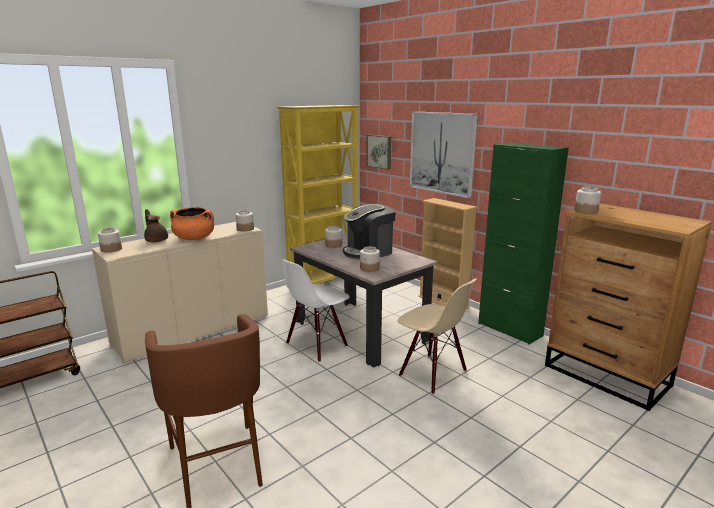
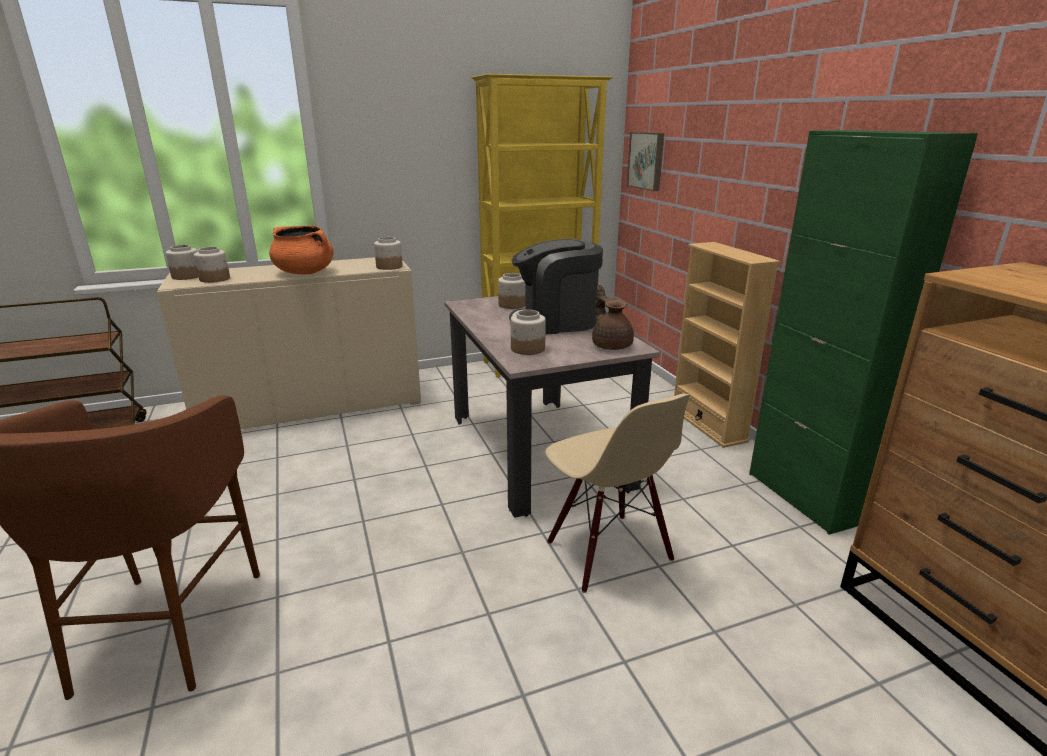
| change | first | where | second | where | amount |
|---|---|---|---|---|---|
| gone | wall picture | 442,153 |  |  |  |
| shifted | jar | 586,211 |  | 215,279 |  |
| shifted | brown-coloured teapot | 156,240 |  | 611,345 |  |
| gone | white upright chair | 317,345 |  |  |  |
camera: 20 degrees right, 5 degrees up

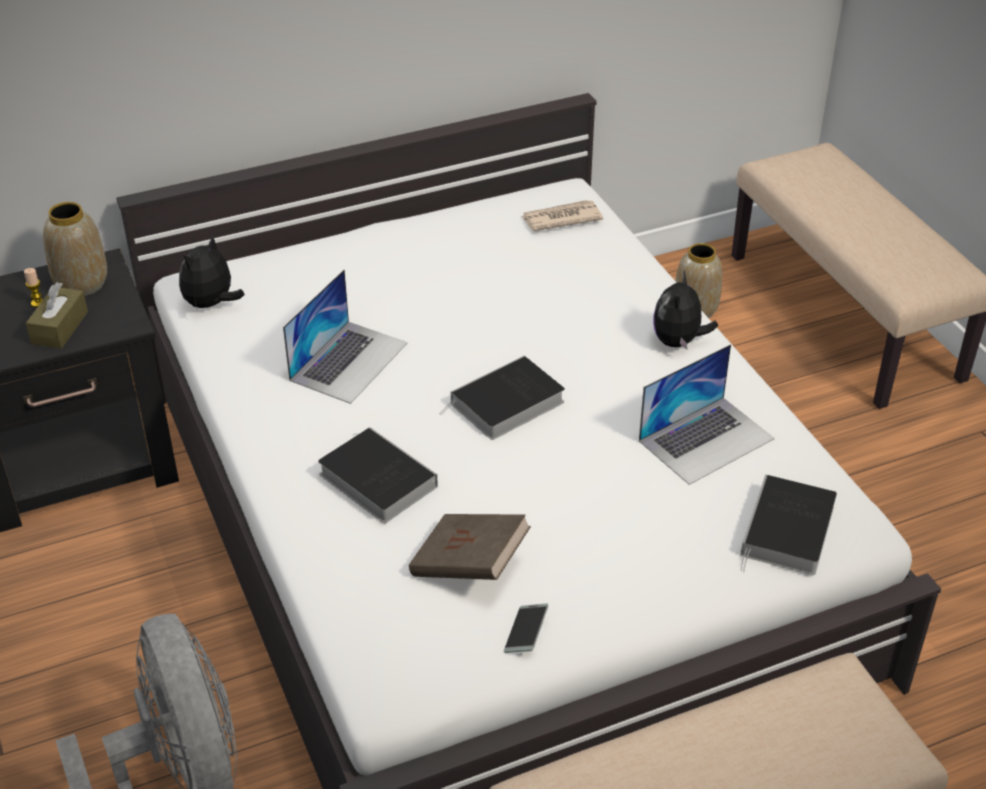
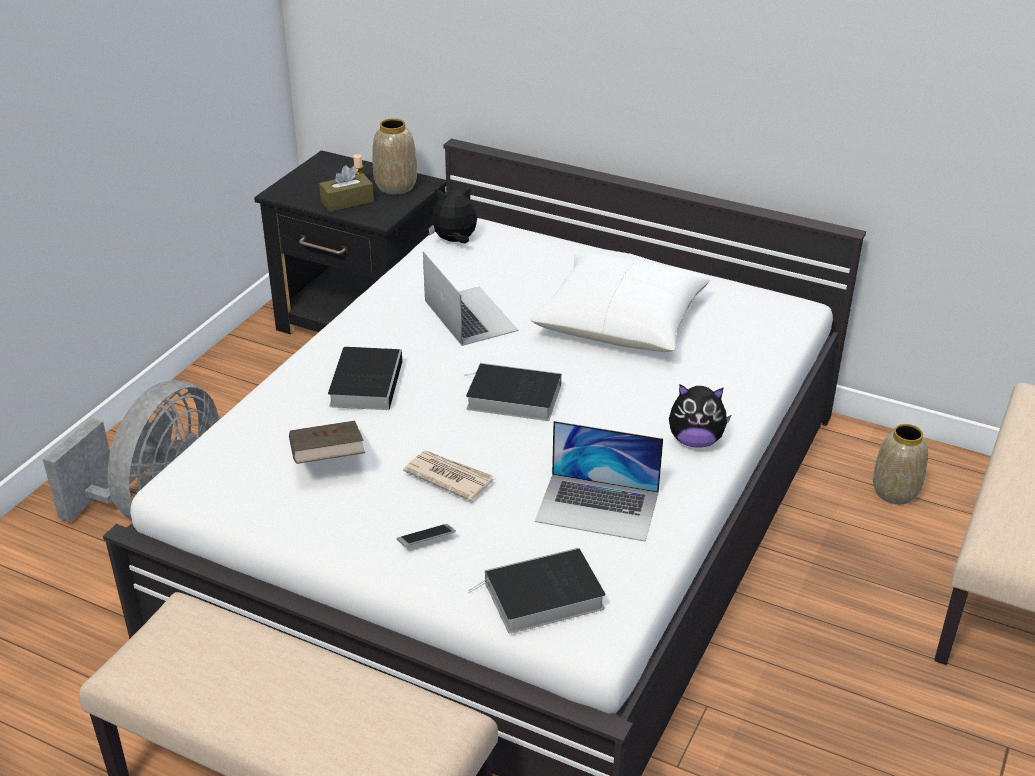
| change | first | where | second | where | amount |
|---|---|---|---|---|---|
| shifted | daily paper | 560,218 |  | 448,477 |  |
| rotated | portable computer | 349,361 |  | 470,315 | 105 degrees counterclockwise |
| rotated | cuddly toy | 678,342 |  | 695,441 | 150 degrees counterclockwise |
| shifted | handset | 526,632 |  | 426,539 |  |
| new |  |  | white pillow | 621,321 |  |
camera: 50 degrees right, 5 degrees down

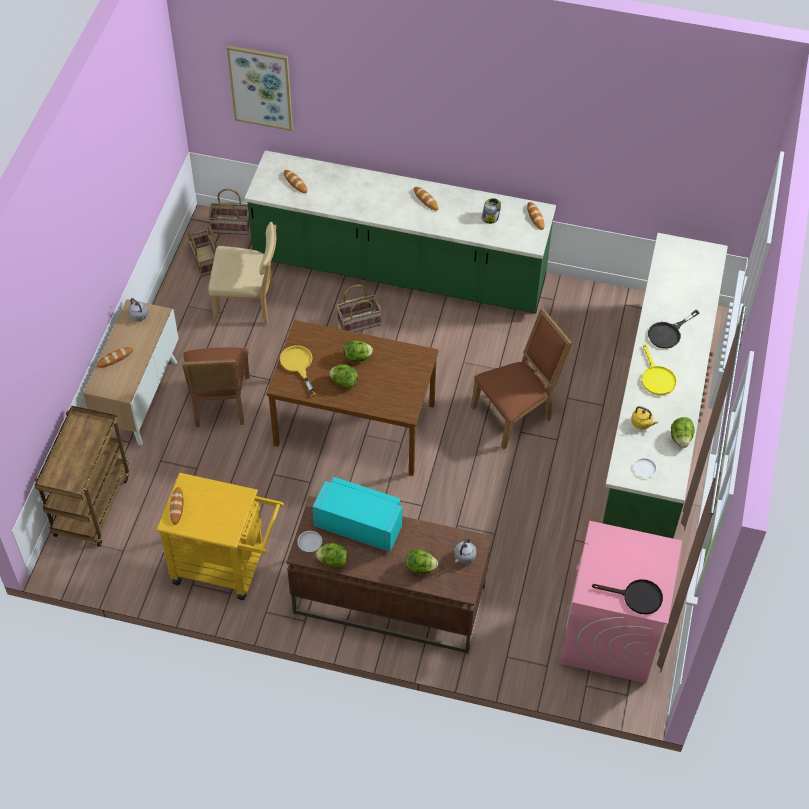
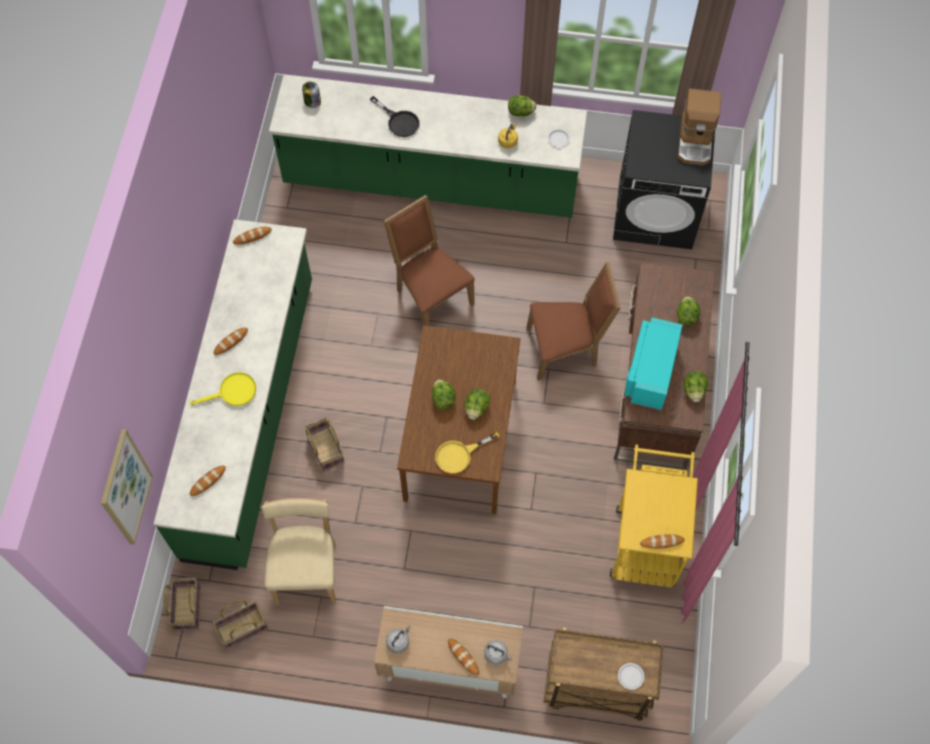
| change | first | where | second | where | amount |
|---|---|---|---|---|---|
| shifted | jar | 490,217 |  | 312,101 |  |
| shifted | yellow-coloured frying pan | 656,378 |  | 233,392 |  |
| shifted | brown-coloured upright chair | 220,405 |  | 566,349 |  |
| repainted | pinkish laundry appliance | 610,634 | black laundry appliance | 656,213 |  |
| shifted | white dinner plate | 309,542 |  | 631,676 |  |
| shifted | greyish water kettle | 464,557 |  | 497,654 |  |
| swapped | black frying pan | 636,597 | coffee machine | 696,141 |  |
camera: 95 degrees left, 10 degrees up

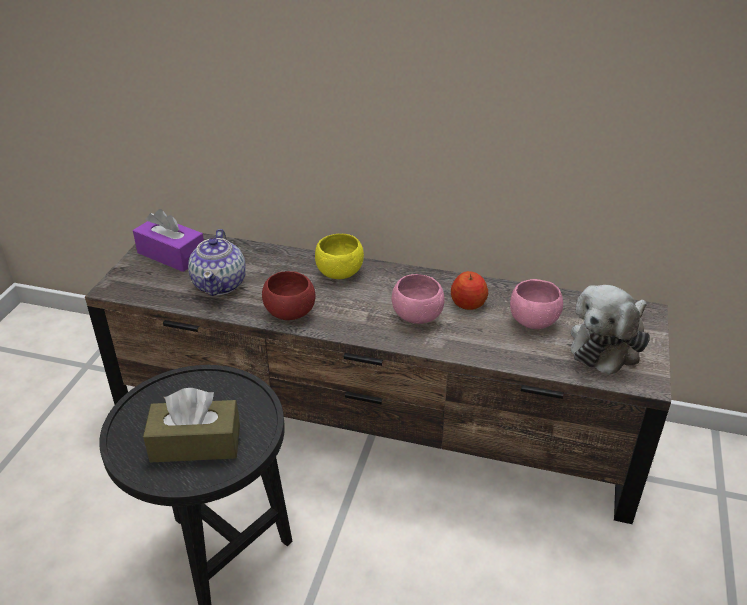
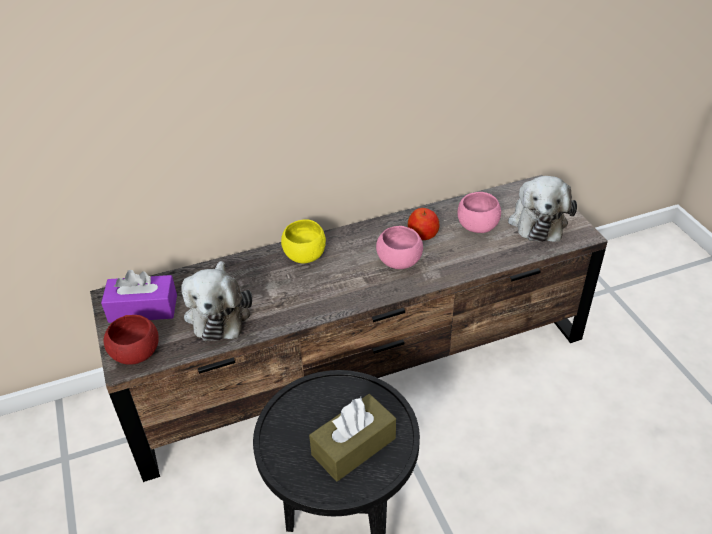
| change | first | where | second | where | amount |
|---|---|---|---|---|---|
| swapped | teapot | 220,284 | cuddly toy | 219,312 |  |
| shifted | reddish bowl | 290,313 |  | 136,354 |  |
camera: 35 degrees left, 5 degrees up

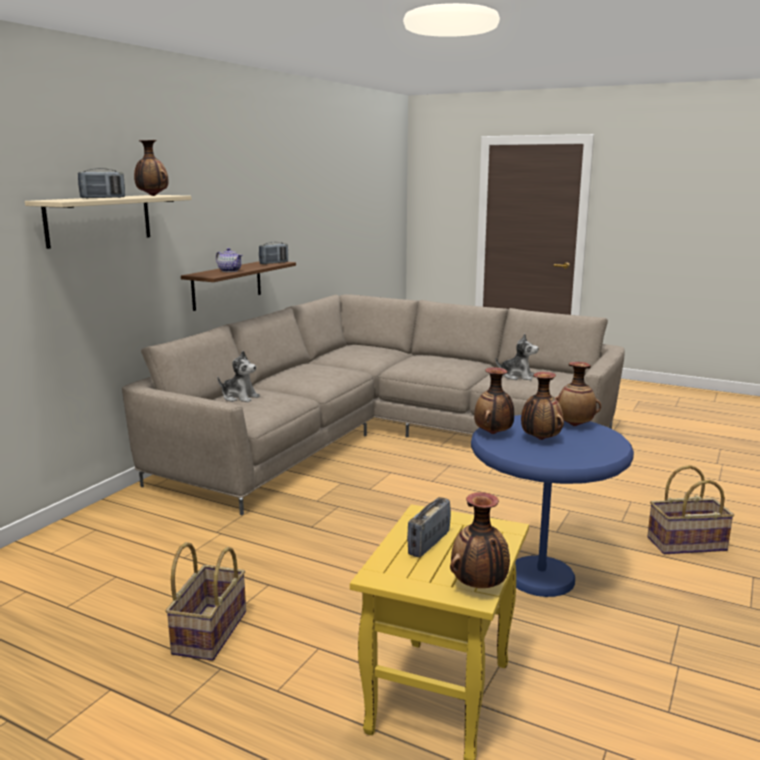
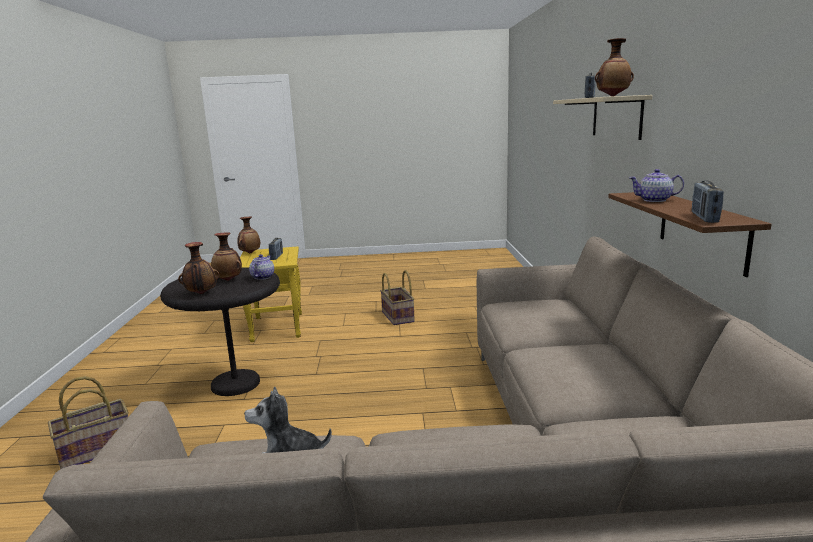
| change | first | where | second | where | amount |
|---|---|---|---|---|---|
| gone | cuddly toy | 239,397 |  |  |  |
| swapped | flower vase | 493,433 | teapot | 262,277 |  |
| repainted | blue-coloured accent table | 541,578 | black accent table | 235,384 |  |
camera: 150 degrees right, 0 degrees up

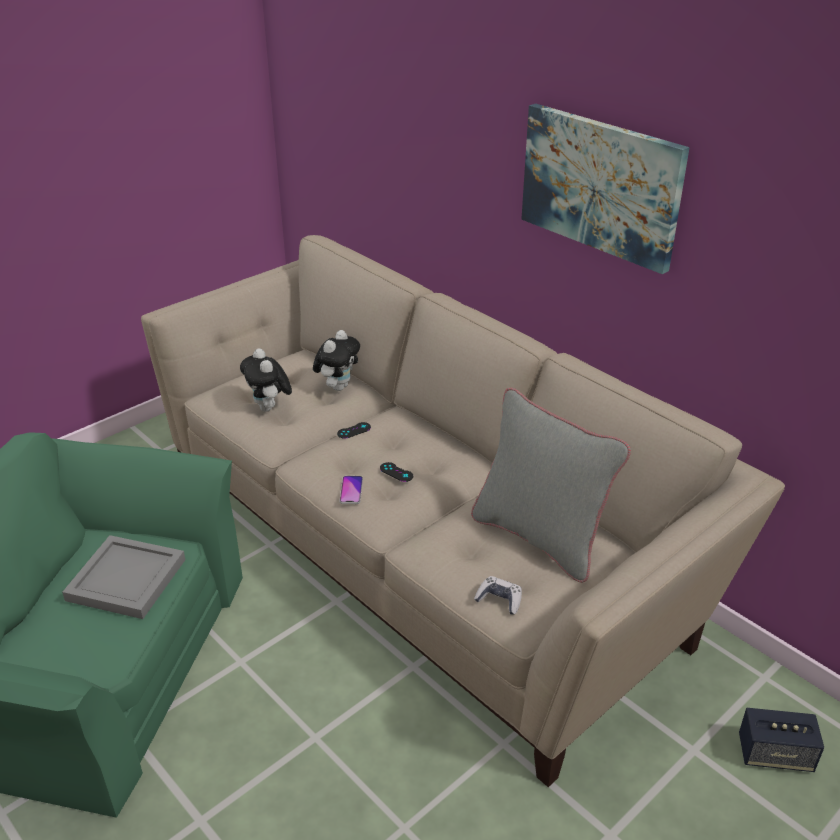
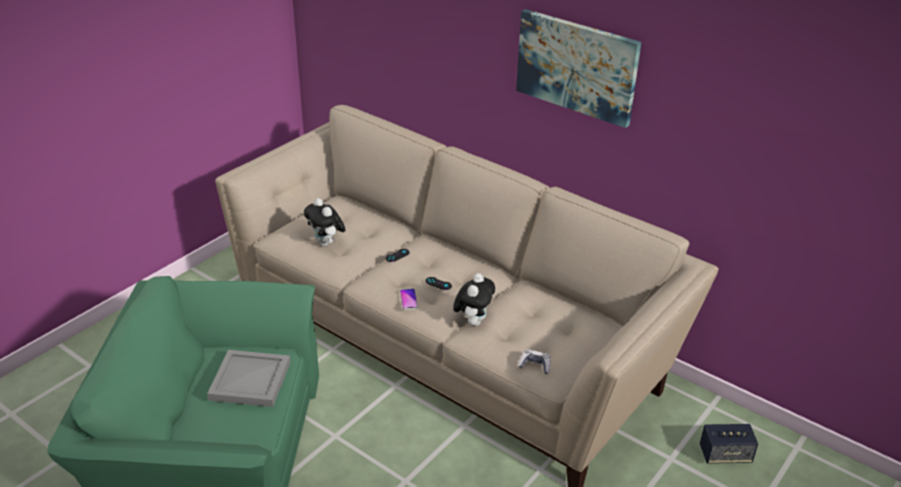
| change | first | where | second | where | amount |
|---|---|---|---|---|---|
| shifted | cuddly toy | 338,386 |  | 473,321 |  |
| gone | greyish pillow | 539,537 |  |  |  |
camera: 10 degrees left, 0 degrees up

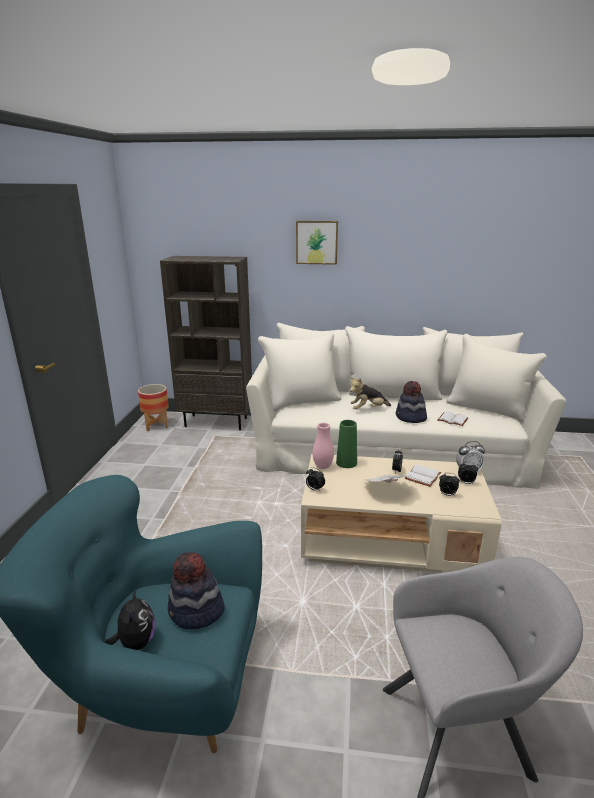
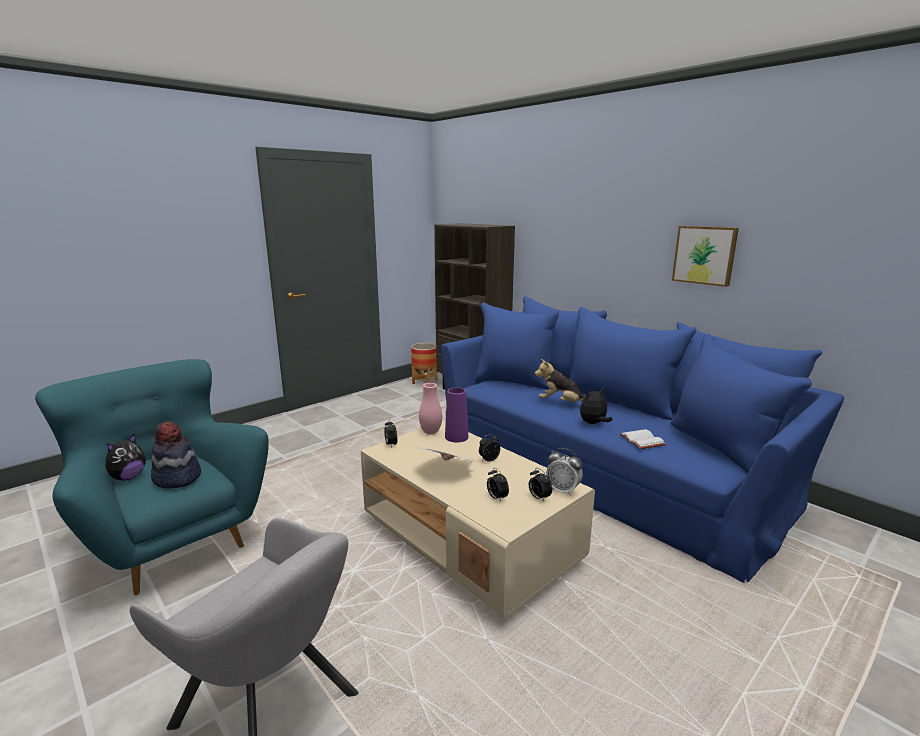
| change | first | where | second | where | amount |
|---|---|---|---|---|---|
| shifted | wall picture | 317,242 |  | 705,255 |  |
| repainted | sand-coloured couch | 390,450 | blue-coloured couch | 603,468 |  |
| swapped | hat | 410,418 | cuddly toy | 593,423 |  |
| repainted | greenish flower vase | 346,462 | purplish flower vase | 456,437 |  |
| gone | white book | 423,477 |  |  |  |
camera: 40 degrees right, 5 degrees down

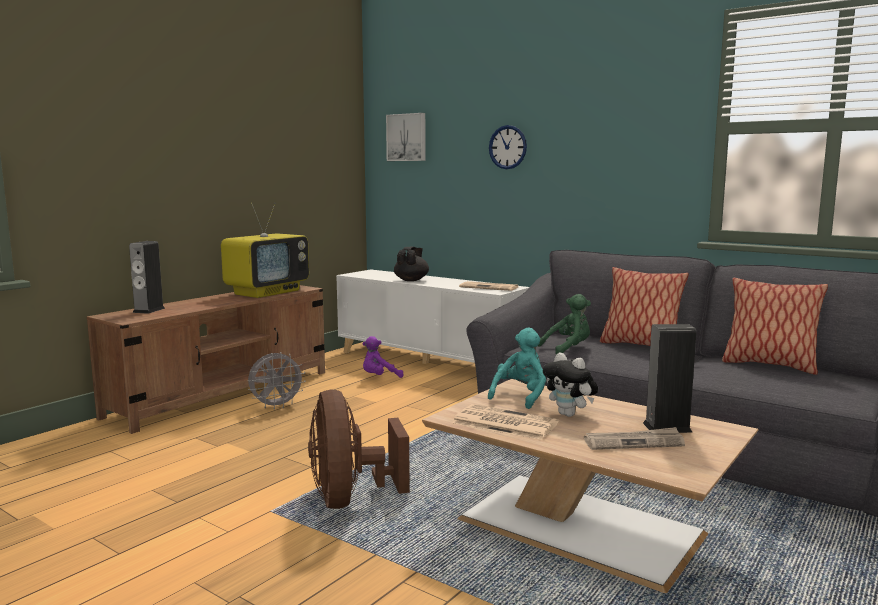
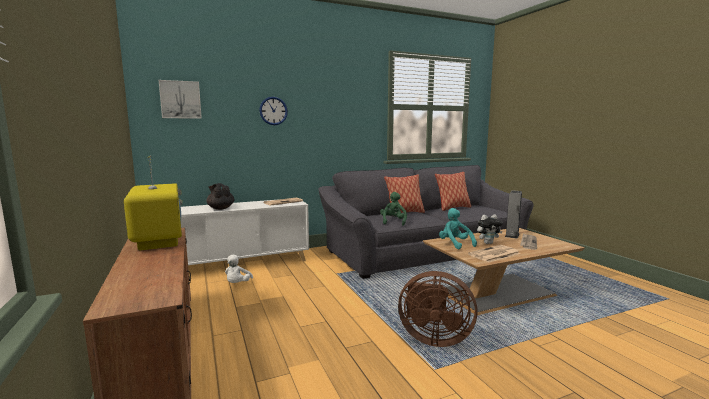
| change | first | where | second | where | amount |
|---|---|---|---|---|---|
| gone | speaker | 149,310 |  |  |  |
| repainted | purplish cuddly toy | 380,377 | white cuddly toy | 237,284 |  |
| gone | greyish cooling fan | 276,406 |  |  |  |
camera: 60 degrees left, 0 degrees up

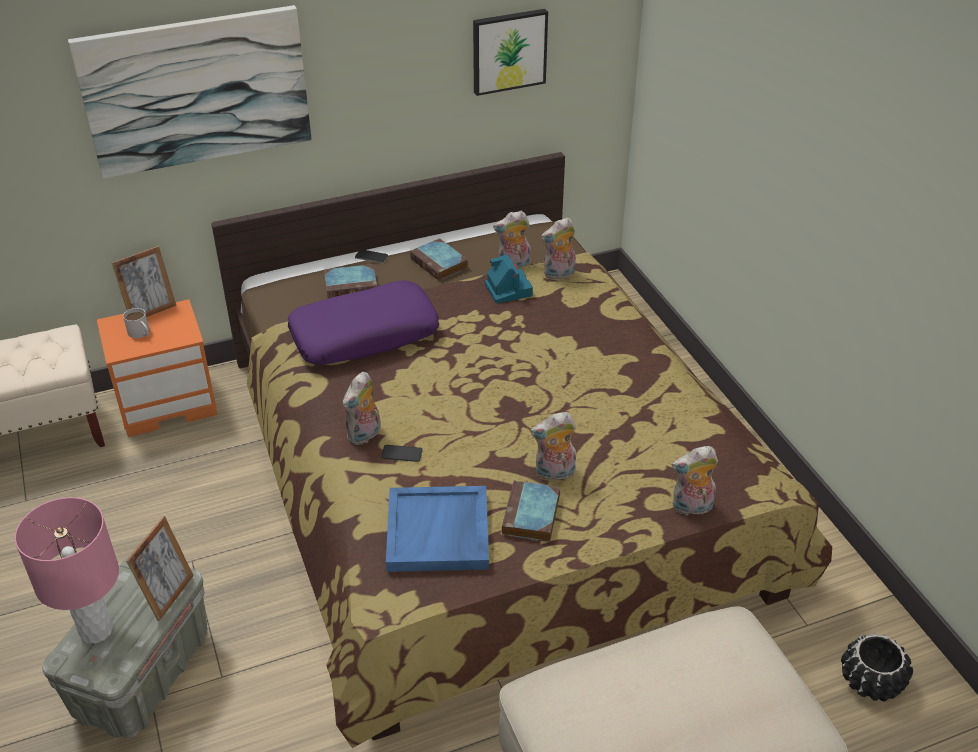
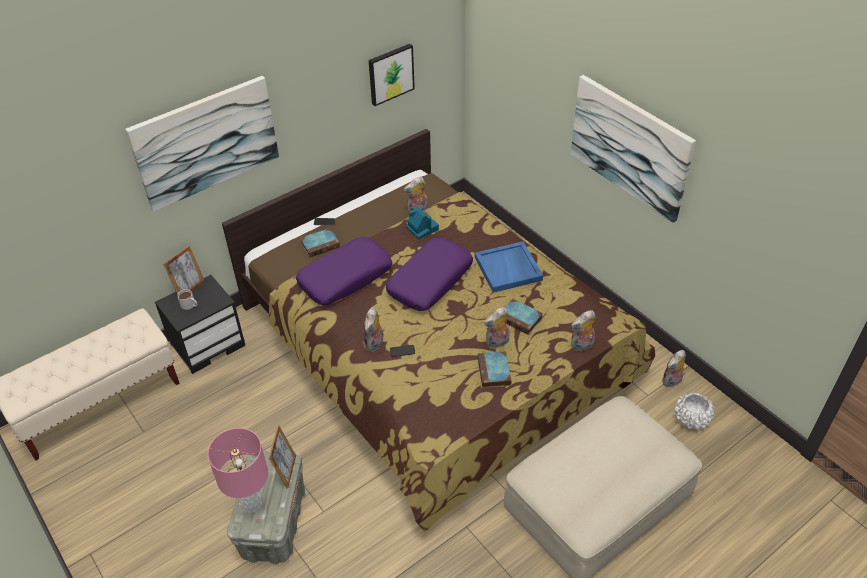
| change | first | where | second | where | amount |
|---|---|---|---|---|---|
| shifted | cuddly toy | 559,274 |  | 672,381 |  |
| shifted | book | 440,264 |  | 521,319 |  |
| repainted | orange night table | 168,402 | black night table | 208,344 |  |
| shifted | blue-coloured serving tray | 439,532 |  | 508,269 |  |
| repainted | black flower pot | 871,681 | white flower pot | 691,419 |  |
| new |  |  | wall picture | 630,147 |  |
| new |  |  | purplish pillow | 430,281 |  |
camera: 15 degrees left, 5 degrees up

